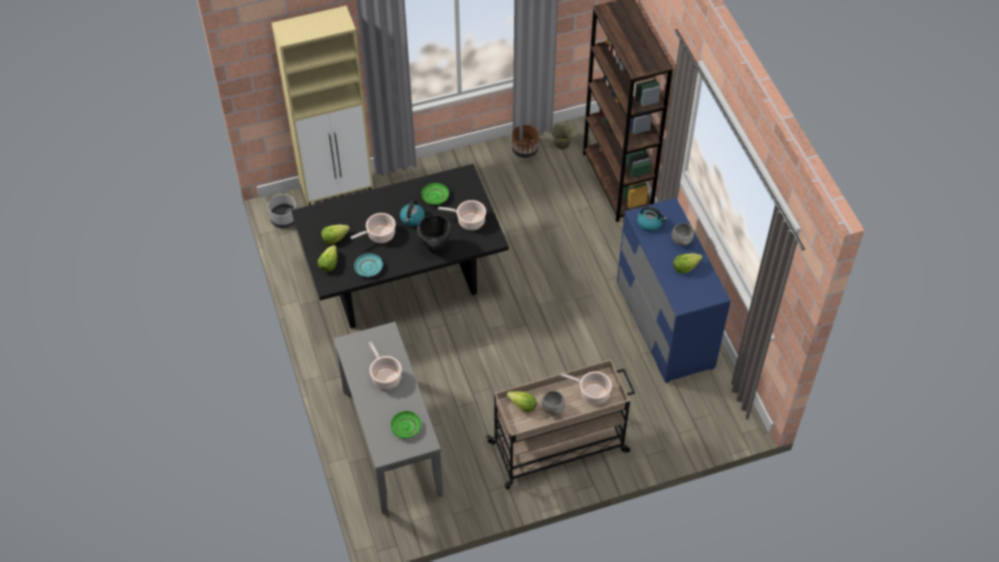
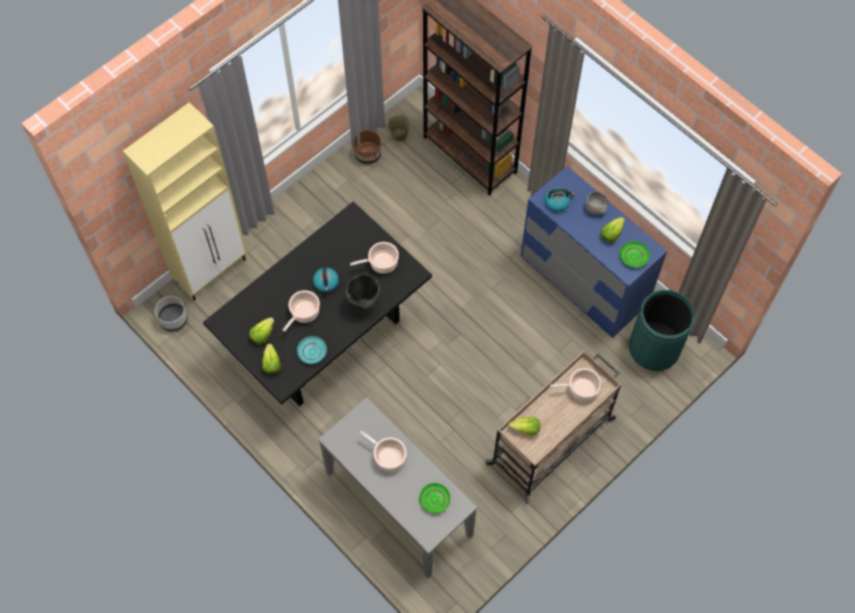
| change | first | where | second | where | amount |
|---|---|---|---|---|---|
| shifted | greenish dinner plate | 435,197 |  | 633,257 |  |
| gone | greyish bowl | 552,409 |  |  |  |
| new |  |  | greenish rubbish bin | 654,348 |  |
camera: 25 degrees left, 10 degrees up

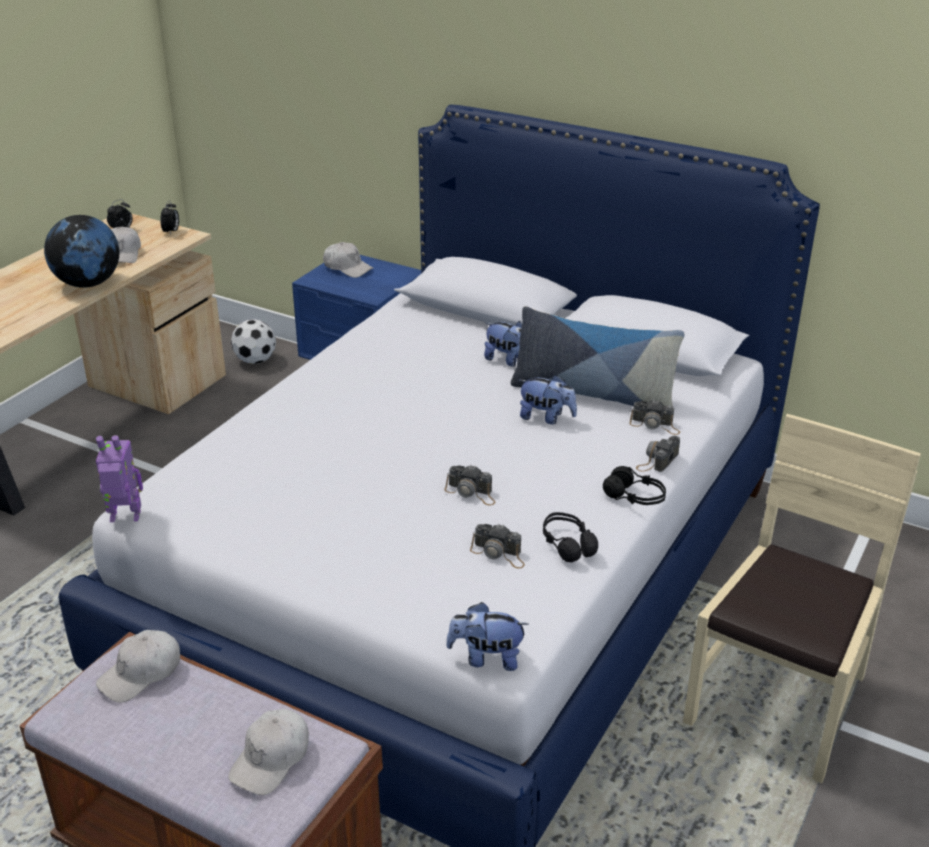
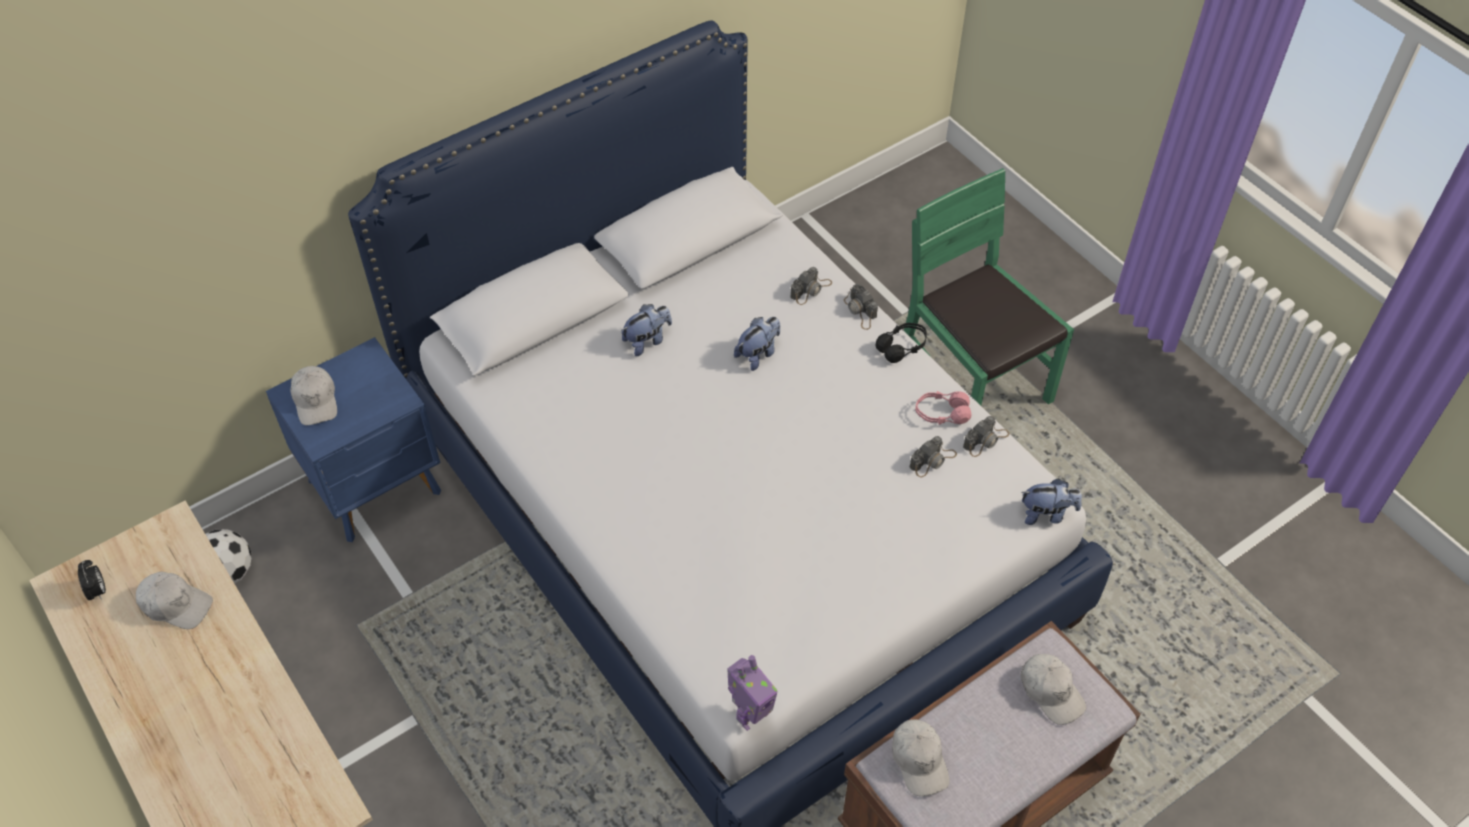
| change | first | where | second | where | amount |
|---|---|---|---|---|---|
| gone | bedside clock | 171,232 |  |  |  |
| gone | globe | 88,284 |  |  |  |
| rotated | white peaked cap | 347,268 |  | 316,400 | 105 degrees clockwise |
| gone | pillow | 593,393 |  |  |  |
| repainted | sand-coloured upright chair | 779,701 | greenish upright chair | 971,383 |  |
| rotated | toy robot | 125,517 |  | 750,715 | 150 degrees counterclockwise |
| shifted | still camera | 471,493 |  | 985,440 |  |
| repainted | black headset | 567,545 | pinkish headset | 941,414 |  |
| rotated | cuddly toy | 486,658 |  | 1046,514 | 120 degrees counterclockwise |
camera: 65 degrees left, 20 degrees up

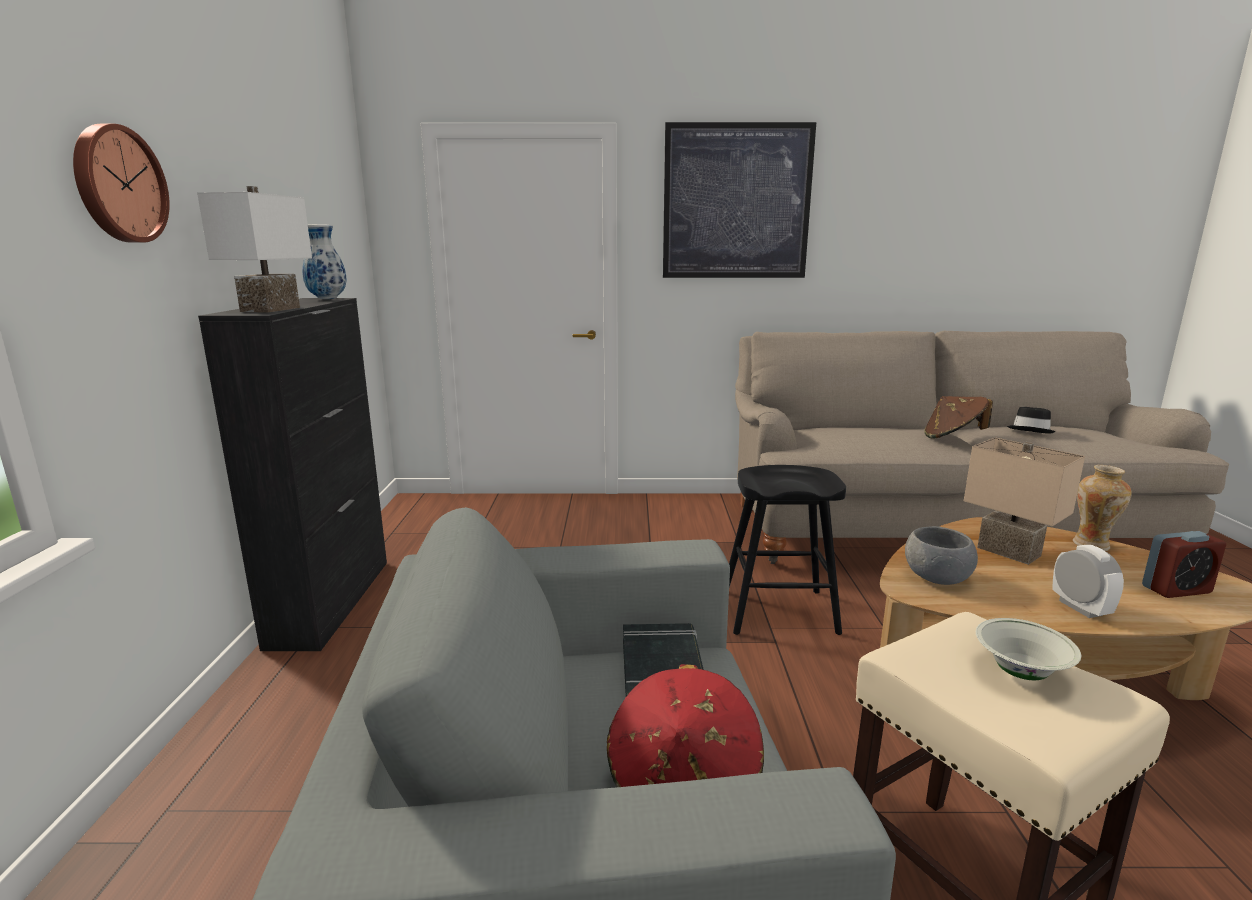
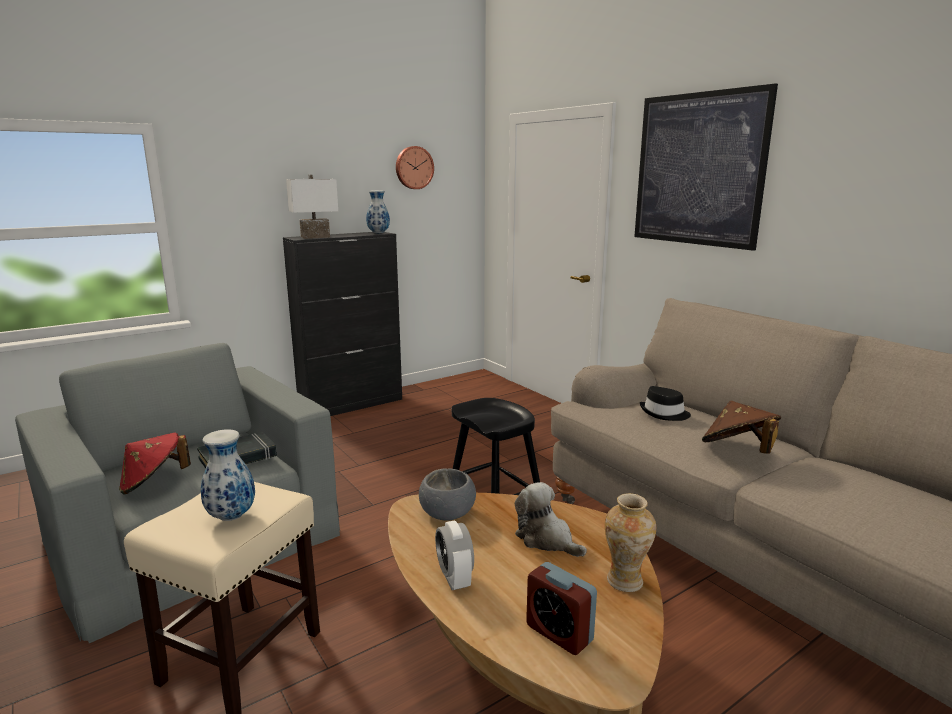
| change | first | where | second | where | amount |
|---|---|---|---|---|---|
| shifted | wall clock | 118,184 |  | 413,167 |  |
| shifted | black hat | 1030,430 |  | 664,413 |  |
| swapped | sand-coloured lamp for a table | 1010,551 | cuddly toy | 546,539 |  |
| rotated | bedside clock | 1080,608 |  | 454,578 | 120 degrees clockwise |
| swapped | white bowl | 1021,672 | flower vase | 232,516 |  |
camera: 55 degrees right, 0 degrees up

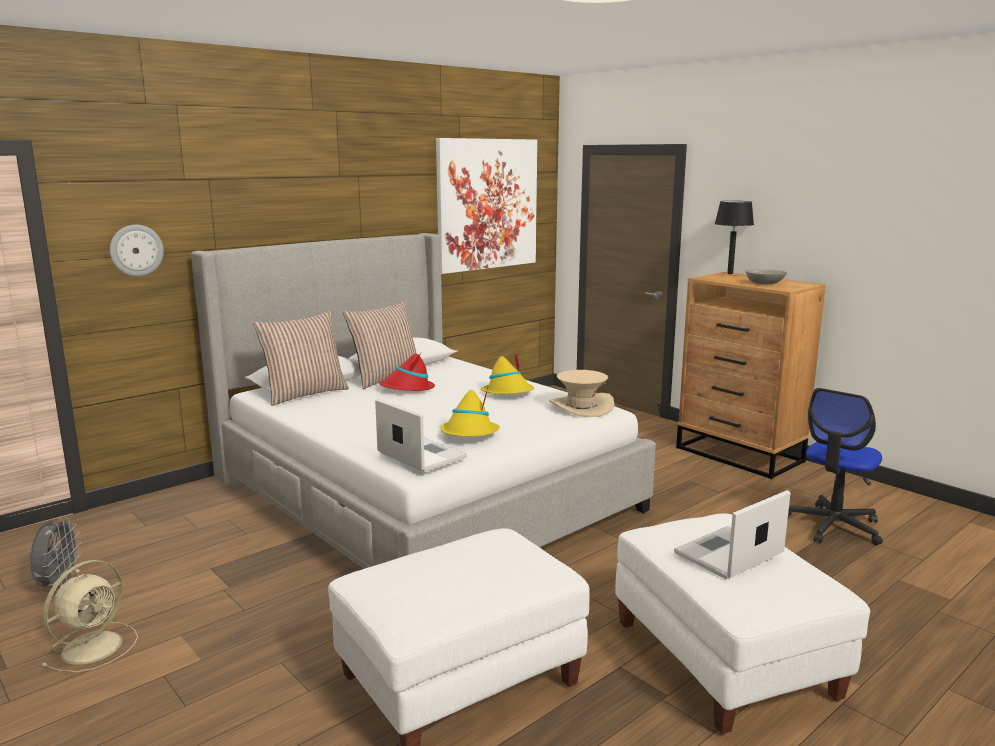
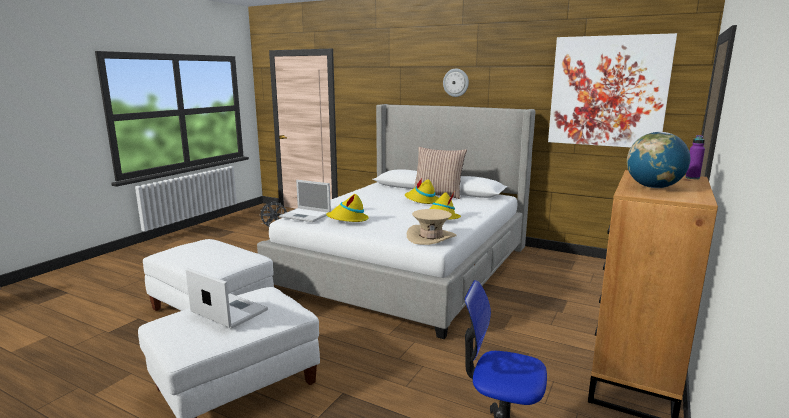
| change | first | where | second | where | amount |
|---|---|---|---|---|---|
| swapped | black lamp for a table | 730,274 | purplish bottle | 692,178 |  |
| shifted | wall clock | 136,250 |  | 456,82 |  |
| swapped | greyish bowl | 765,283 | globe | 653,187 |  |
| gone | pillow | 305,394 |  |  |  |
| repainted | reddish hat | 407,389 | yellow-coloured hat | 421,200 |  |
| rotated | portable computer | 420,455 |  | 306,215 | 90 degrees clockwise |
| gone | sand-coloured cooling fan | 94,646 |  |  |  |
camera: 70 degrees right, 0 degrees up

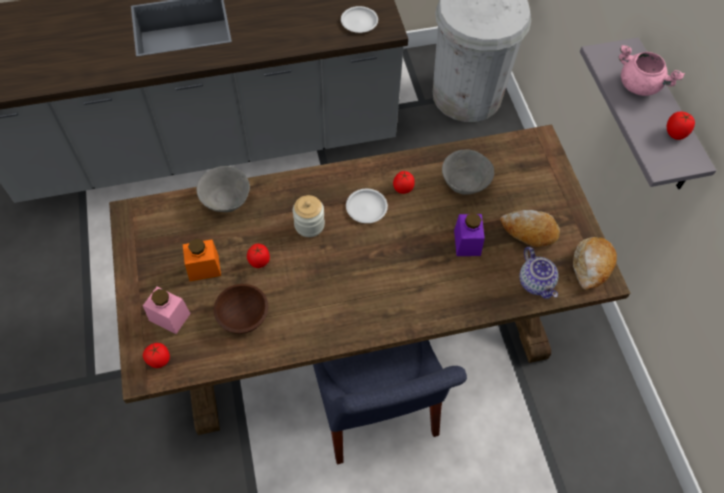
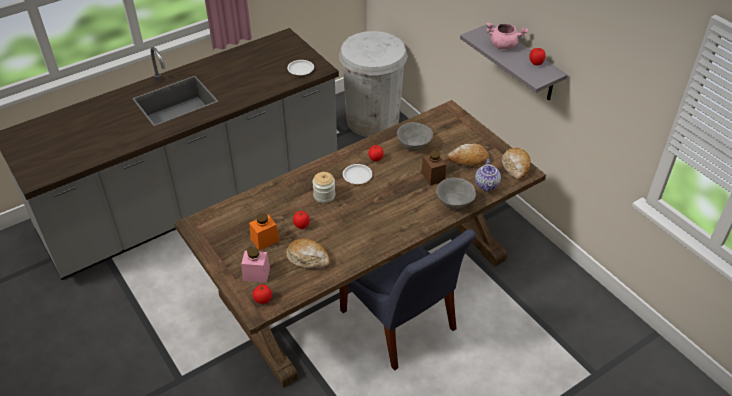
| change | first | where | second | where | amount |
|---|---|---|---|---|---|
| shifted | greyish bowl | 225,200 |  | 454,203 |  |
| repainted | purplish jar | 467,243 | brown-coloured jar | 433,176 |  |
| rotated | teapot | 536,283 |  | 487,185 | 45 degrees clockwise |
| swapped | brown-coloured bowl | 244,316 | bread | 308,258 |  |
camera: 20 degrees left, 15 degrees down

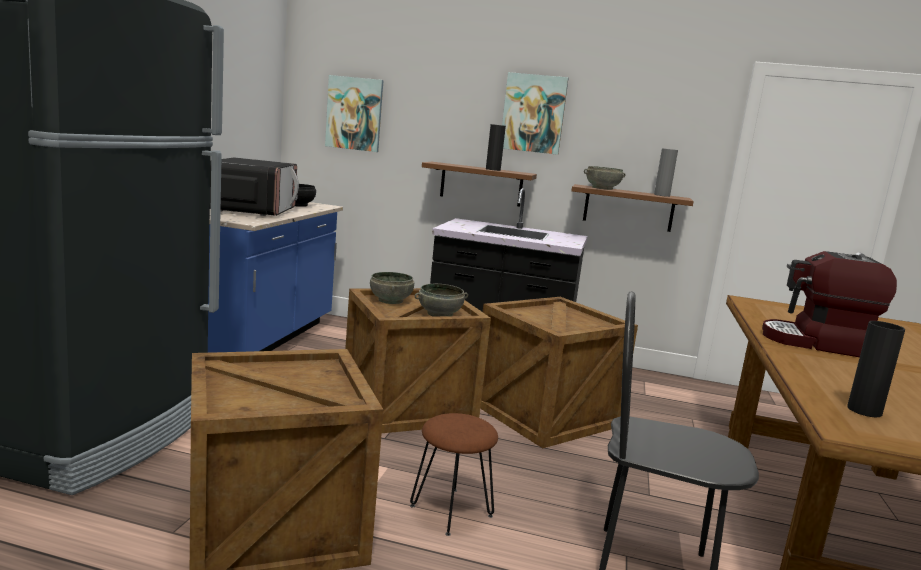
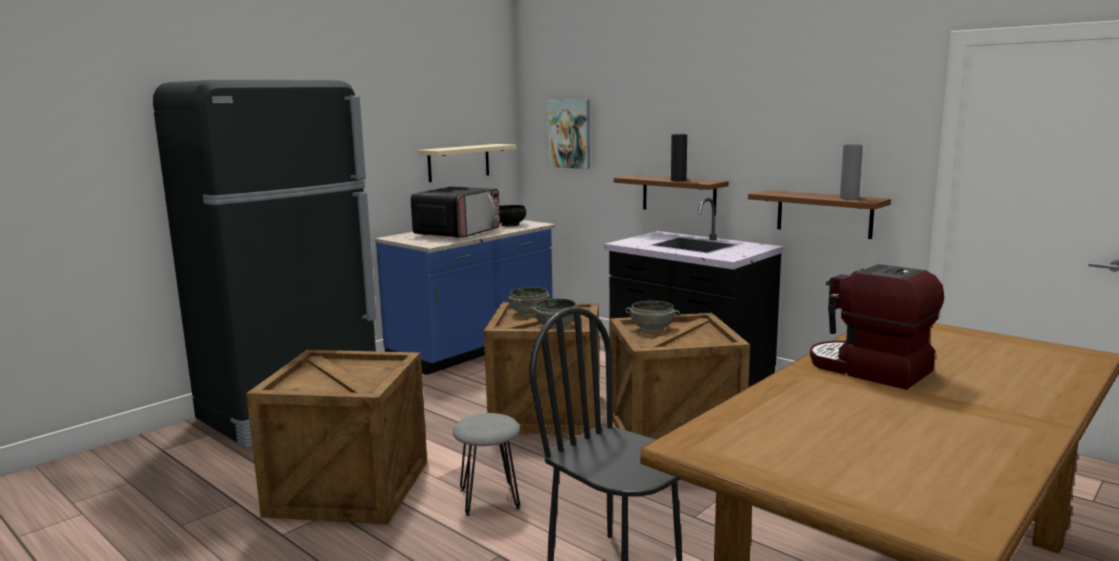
| change | first | where | second | where | amount |
|---|---|---|---|---|---|
| gone | wall picture | 533,113 |  |  |  |
| shifted | greyish bowl | 602,188 |  | 651,329 |  |
| gone | black flower vase | 864,411 |  |  |  |
| repainted | brown-coloured stool seat | 451,510 | greyish stool seat | 489,498 |  |
| new |  |  | sand-coloured bracket shelf | 458,162 |  |
camera: 30 degrees right, 0 degrees up

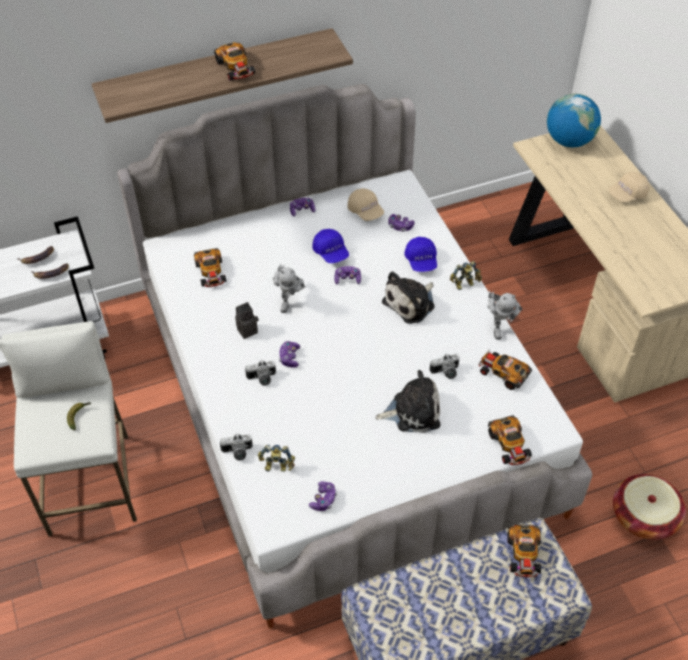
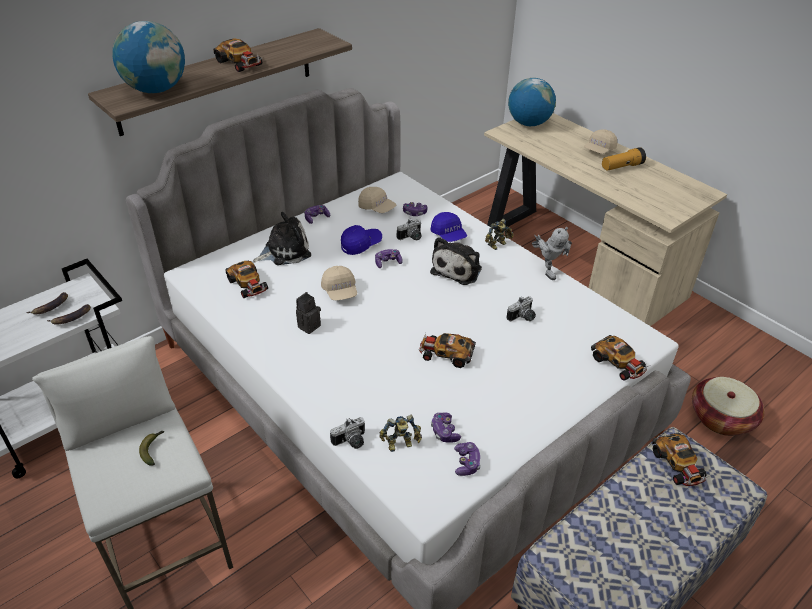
| change | first | where | second | where | amount |
|---|---|---|---|---|---|
| rotated | blue-coloured peaked cap | 331,252 |  | 361,245 | 75 degrees counterclockwise |
| swapped | toy robot | 289,300 | sand-coloured peaked cap | 340,291 |  |
| shifted | gamepad | 289,357 |  | 444,432 |  |
| shifted | miniature car | 502,372 |  | 446,354 |  |
| shifted | still camera | 262,379 |  | 411,237 |  |
| shifted | cuddly toy | 412,411 |  | 284,251 |  |
| new |  |  | globe | 156,90 |  |
| new |  |  | hand torch | 621,167 |  |
camera: 20 degrees left, 10 degrees down

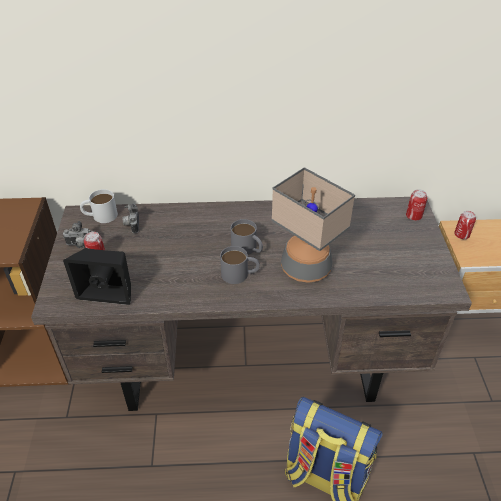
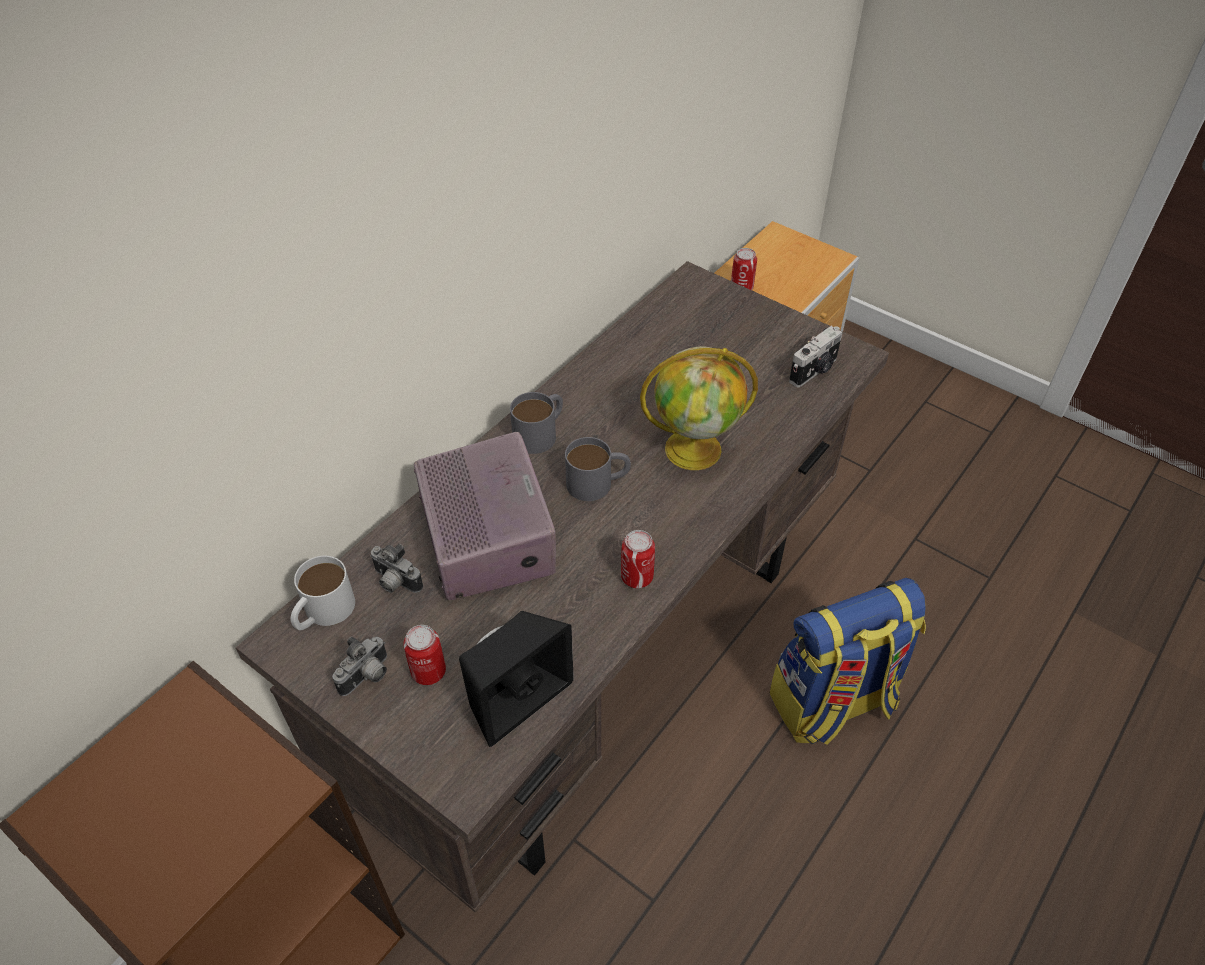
| change | first | where | second | where | amount |
|---|---|---|---|---|---|
| swapped | lamp for a table | 306,267 | globe | 695,448 |  |
| shifted | can | 413,216 |  | 637,577 |  |
| shifted | greyish mug | 240,274 |  | 541,432 |  |
| new |  |  | still camera | 814,371 |  |
| new |  |  | radio set | 487,536 |  |
camera: 50 degrees left, 5 degrees up

